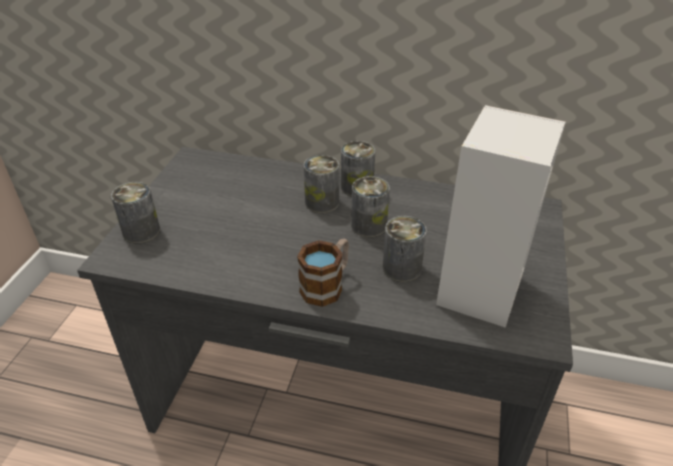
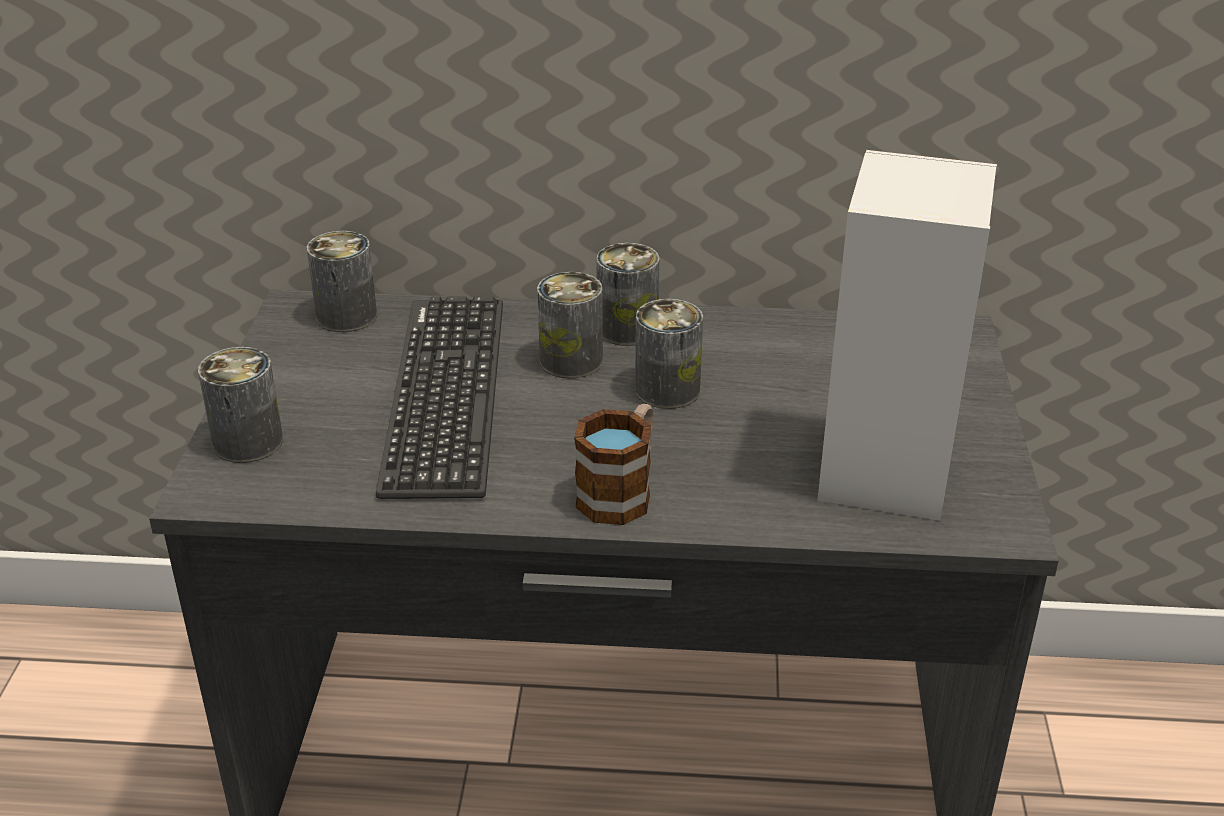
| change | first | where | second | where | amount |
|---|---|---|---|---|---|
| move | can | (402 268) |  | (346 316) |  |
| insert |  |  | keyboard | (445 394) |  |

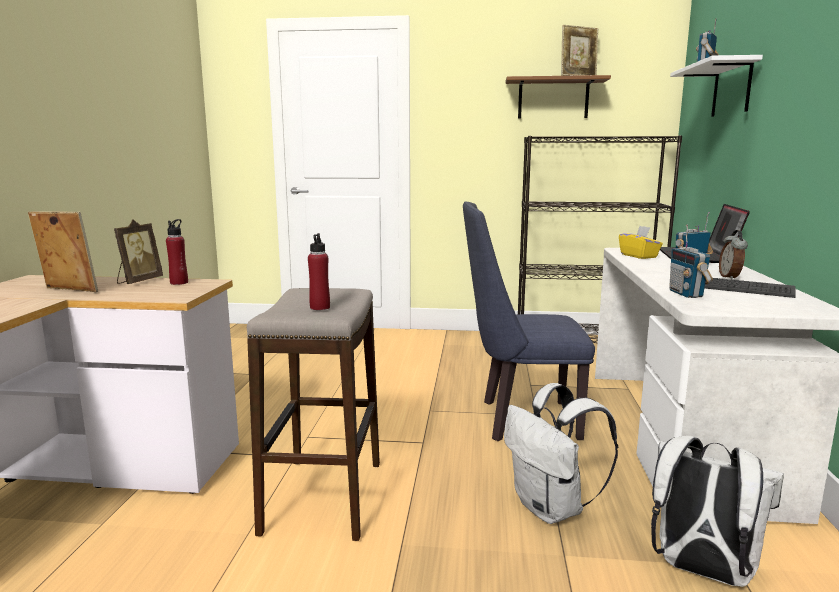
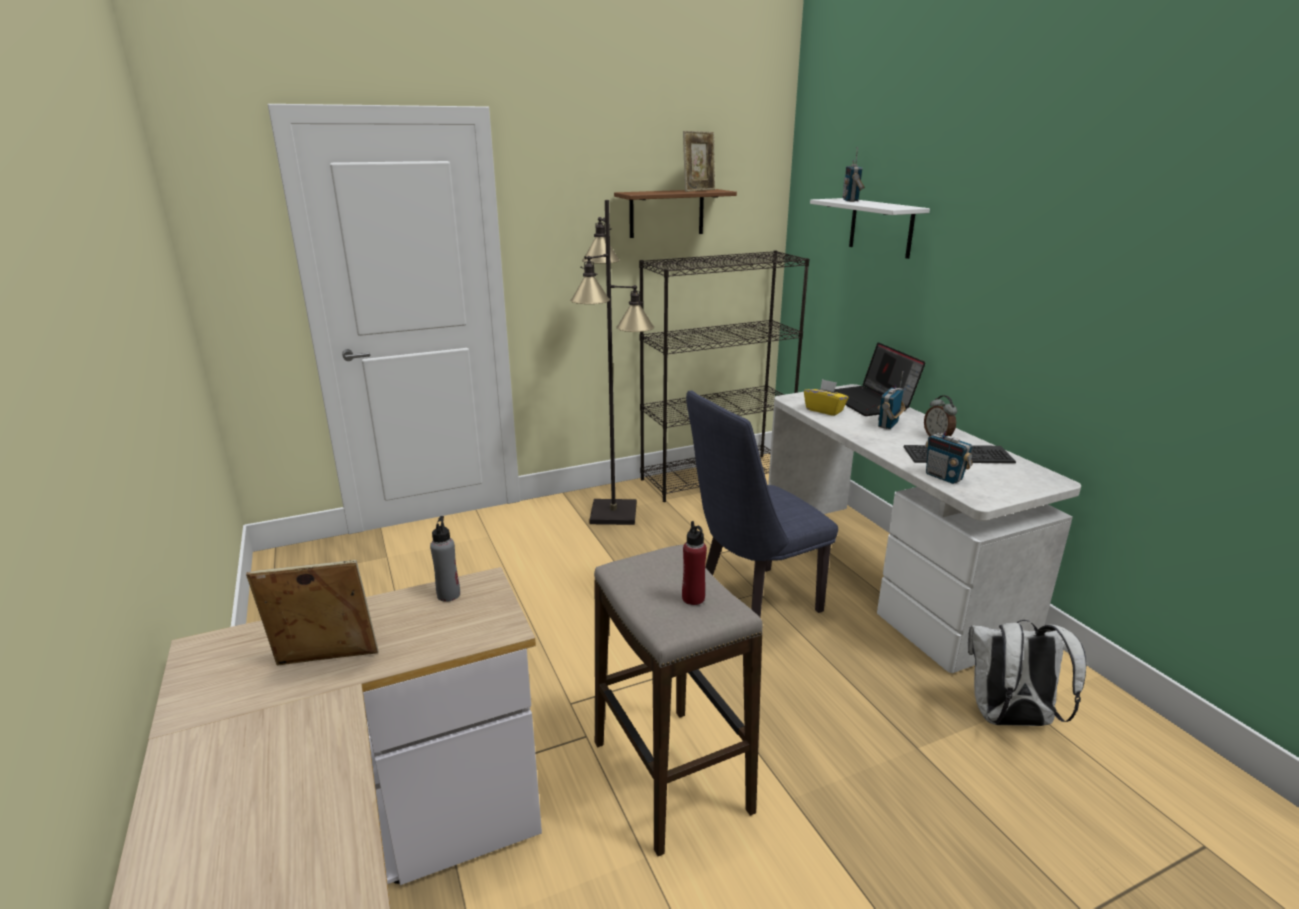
| change | first | where | second | where | amount |
|---|---|---|---|---|---|
| recolor | bottle (red) | (179 283) | bottle (grey) | (448 595) |  |
| delete | picture frame | (138 281) |  |  |  |
| delete | backpack (white) | (551 509) |  |  |  |
| insert |  |  | floor lamp (black) | (614 513) |  |

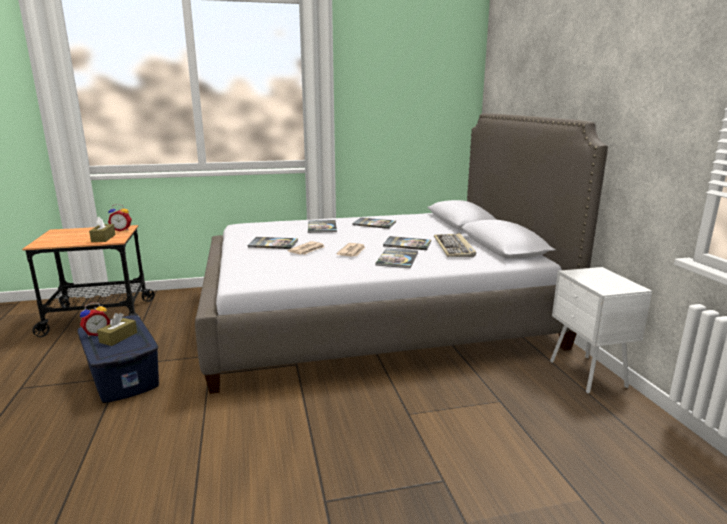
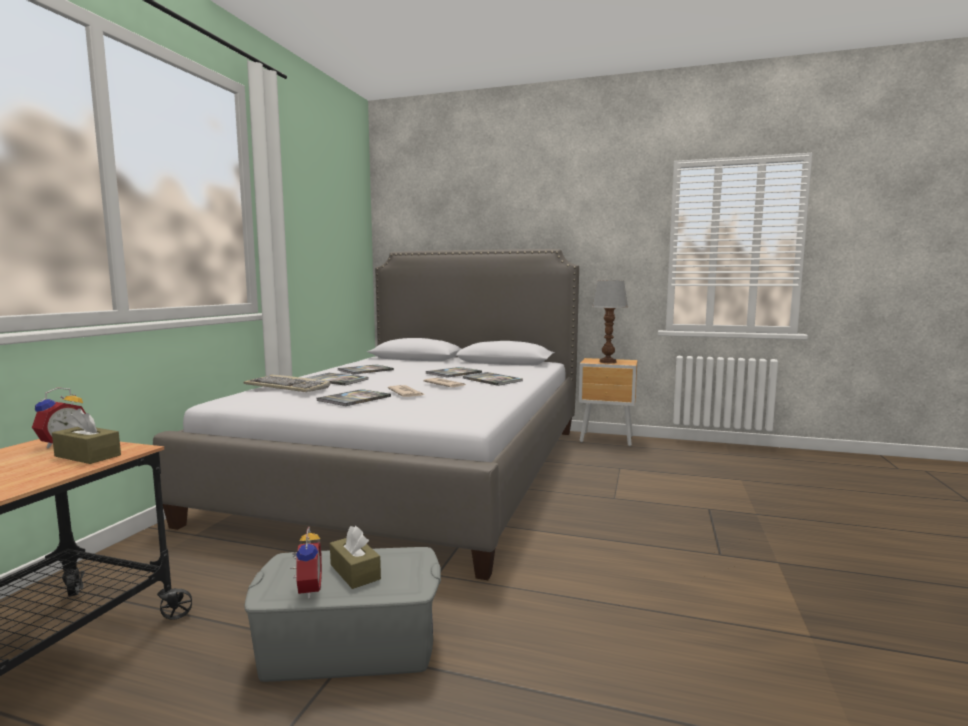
| change | first | where | second | where | amount |
|---|---|---|---|---|---|
| move | keyboard | (454 247) |  | (288 387) |  |
| recolor | nightstand (white) | (587 375) | nightstand (brown) | (607 439) |  |
| recolor | storage box (blue) | (123 375) | storage box (grey) | (350 645) |  |
| insert |  |  | table lamp | (608 362) |  |

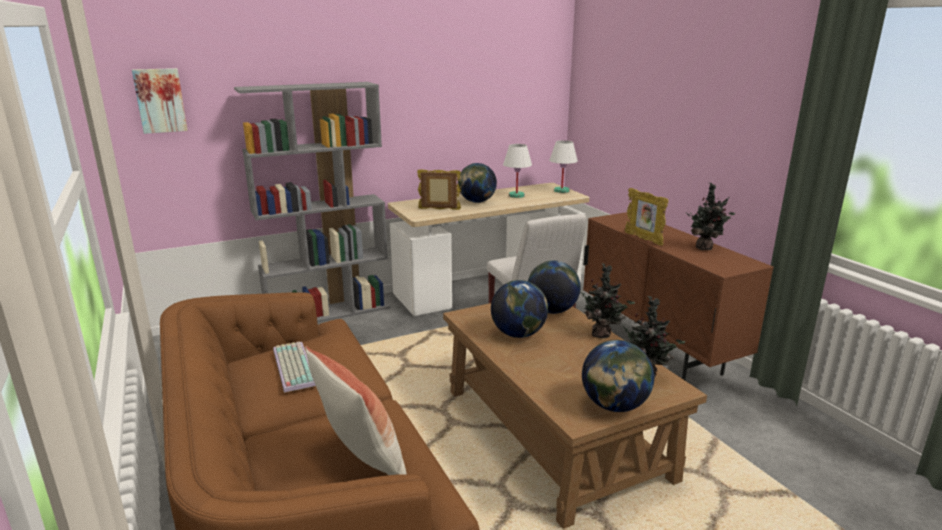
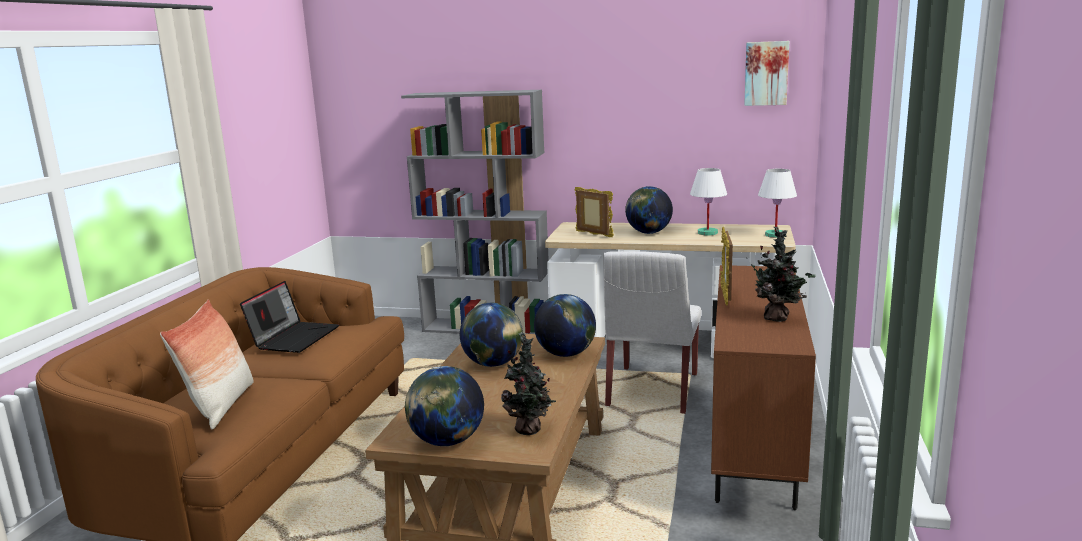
| change | first | where | second | where | amount |
|---|---|---|---|---|---|
| move | picture | (160 100) |  | (766 73) |  |
| delete | potted plant | (602 334) |  |  |  |
| replace | keyboard | (292 366) | laptop | (294 337) |  |

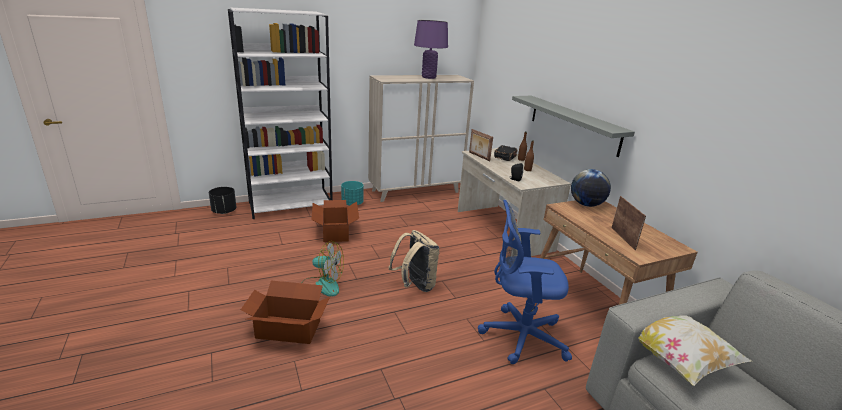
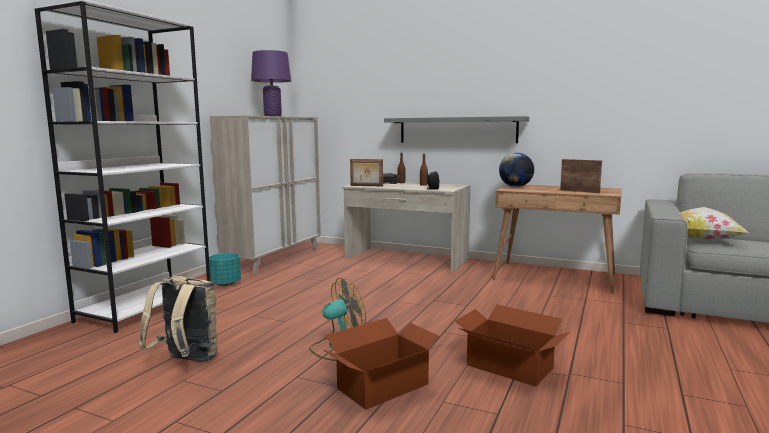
| change | first | where | second | where | amount |
|---|---|---|---|---|---|
| delete | planter (black) | (224 211) |  |  |  |
| move | cardboard box | (335 232) |  | (510 367) |  |
| delete | office chair (blue) | (519 336) |  |  |  |
| move | backpack (beige) | (415 285) |  | (186 361) |  |

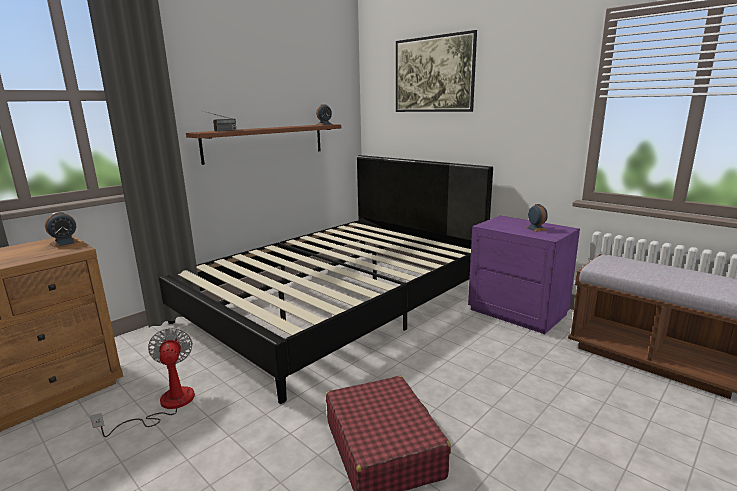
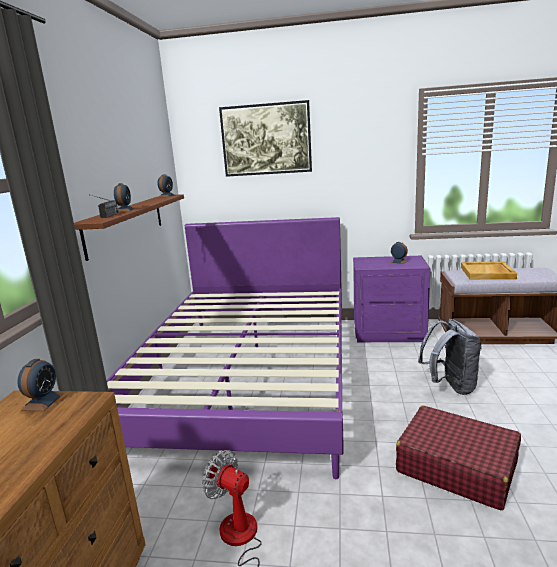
| change | first | where | second | where | amount |
|---|---|---|---|---|---|
| recolor | bed (black) | (337 304) | bed (purple) | (249 376) |  |
| insert |  |  | alarm clock | (124 210) |  |
| insert |  |  | tray (beige) | (487 273) |  |
| insert |  |  | backpack (grey) | (450 386) |  |

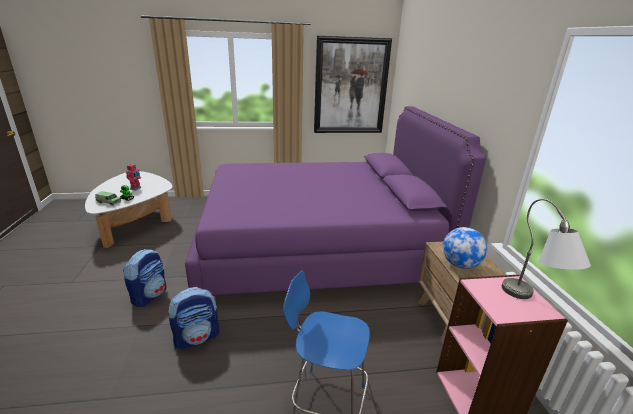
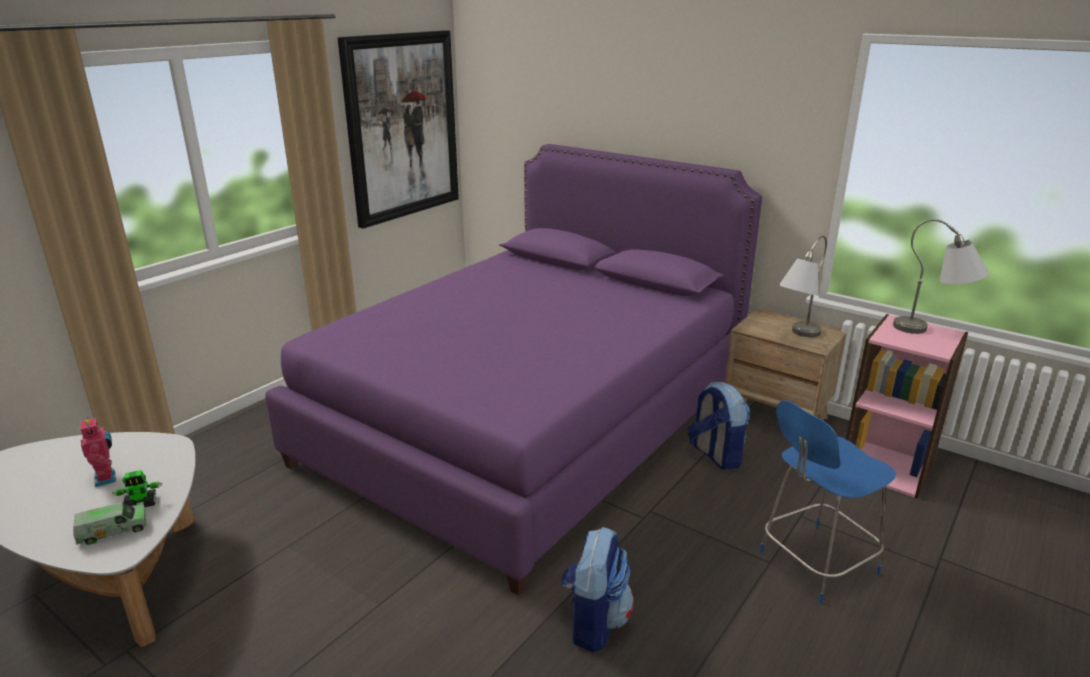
| change | first | where | second | where | amount |
|---|---|---|---|---|---|
| replace | globe | (460 265) | table lamp (grey) | (796 337) |  |
| move | backpack | (149 295) |  | (715 455) |  |

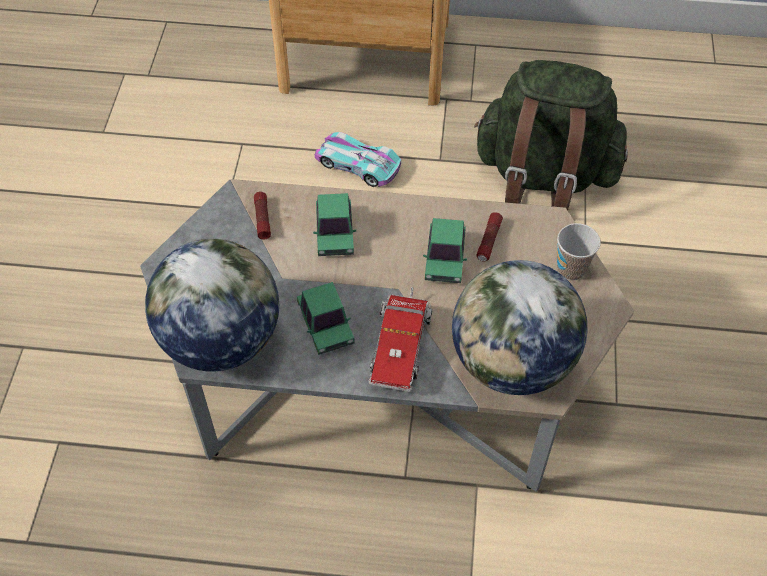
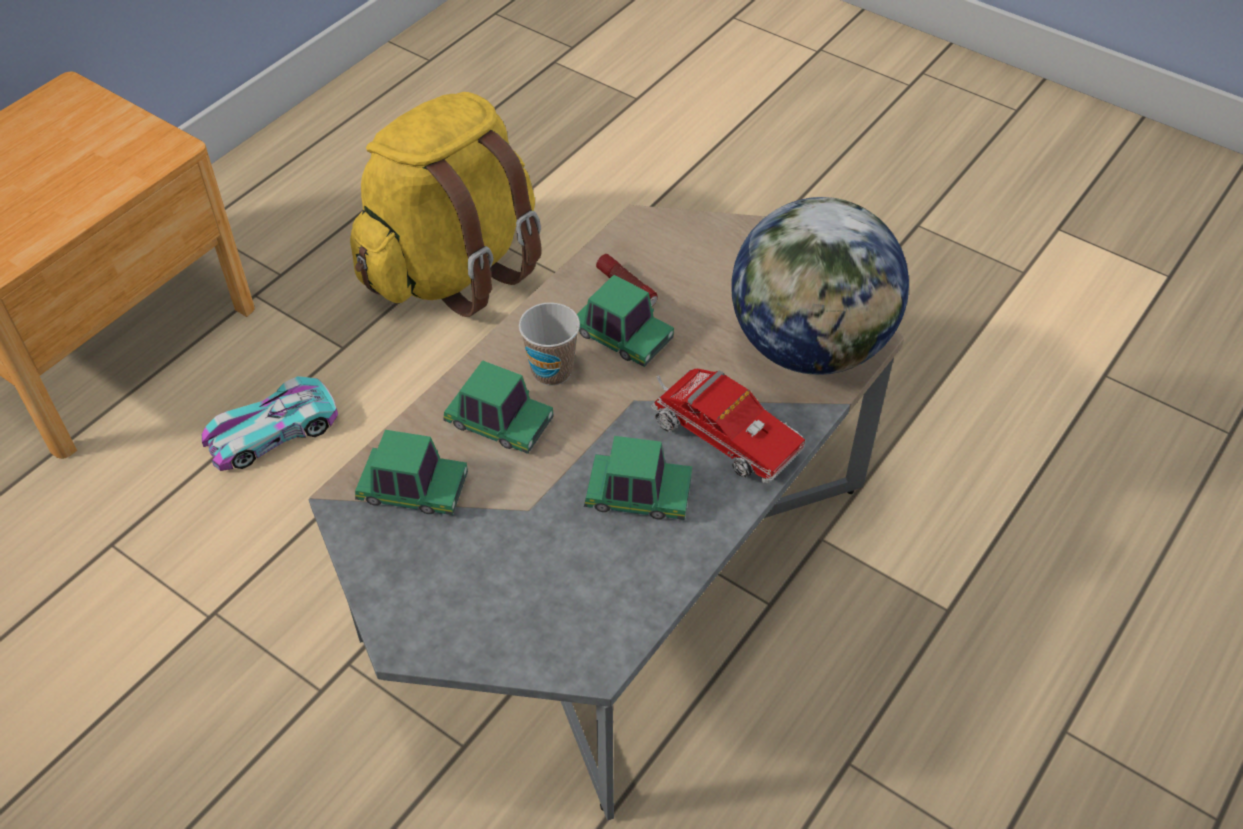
| change | first | where | second | where | amount |
|---|---|---|---|---|---|
| recolor | backpack (green) | (543 176) | backpack (yellow) | (453 269) |  |
| replace | flashlight | (262 219) | toy car | (413 490) |  |
| move | cup | (571 269) |  | (552 371) |  |
| delete | globe | (221 340) |  |  |  |

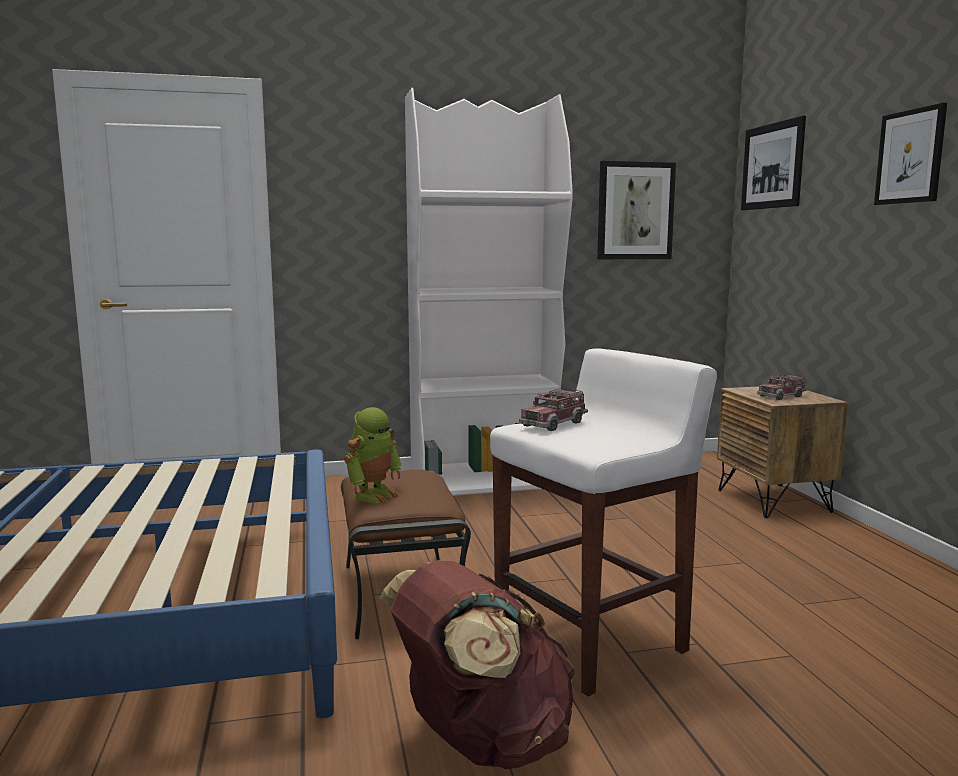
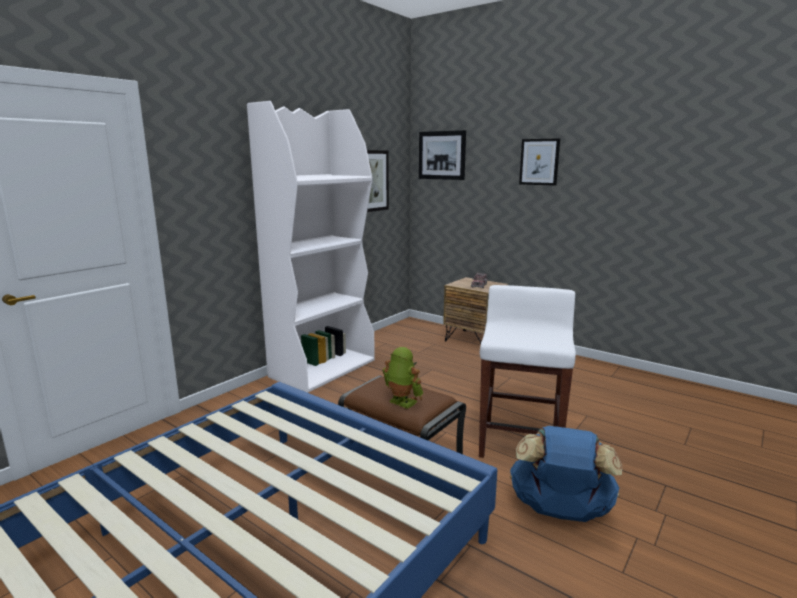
| change | first | where | second | where | amount |
|---|---|---|---|---|---|
| delete | toy truck | (553 423) |  |  |  |
| rotate | toy robot | (373 495) |  | (401 402) | 45 degrees counterclockwise |
| recolor | backpack (brown) | (481 742) | backpack (blue) | (560 512) |  |

